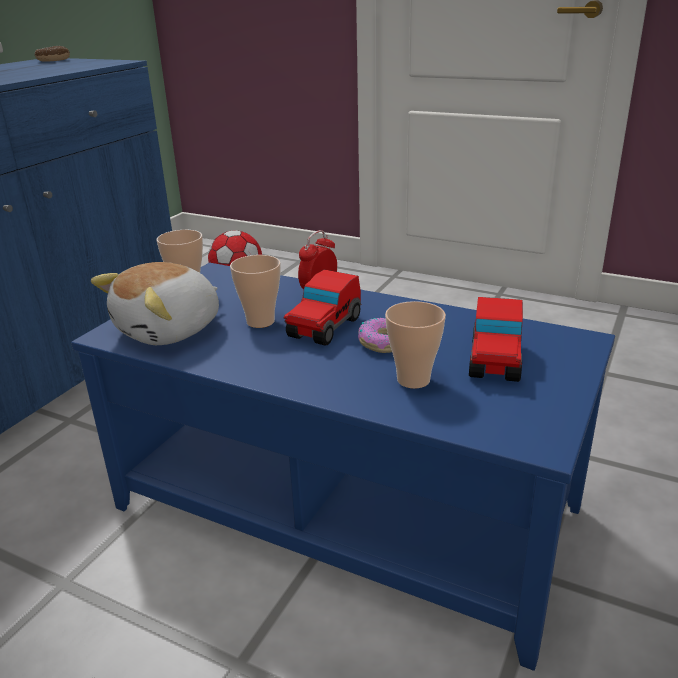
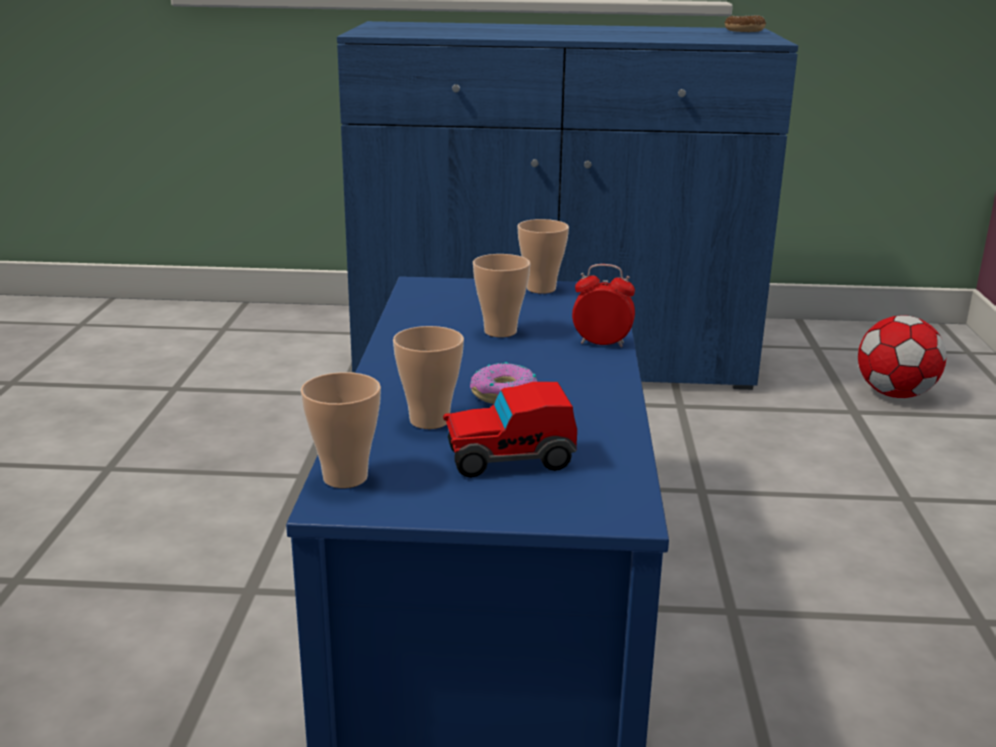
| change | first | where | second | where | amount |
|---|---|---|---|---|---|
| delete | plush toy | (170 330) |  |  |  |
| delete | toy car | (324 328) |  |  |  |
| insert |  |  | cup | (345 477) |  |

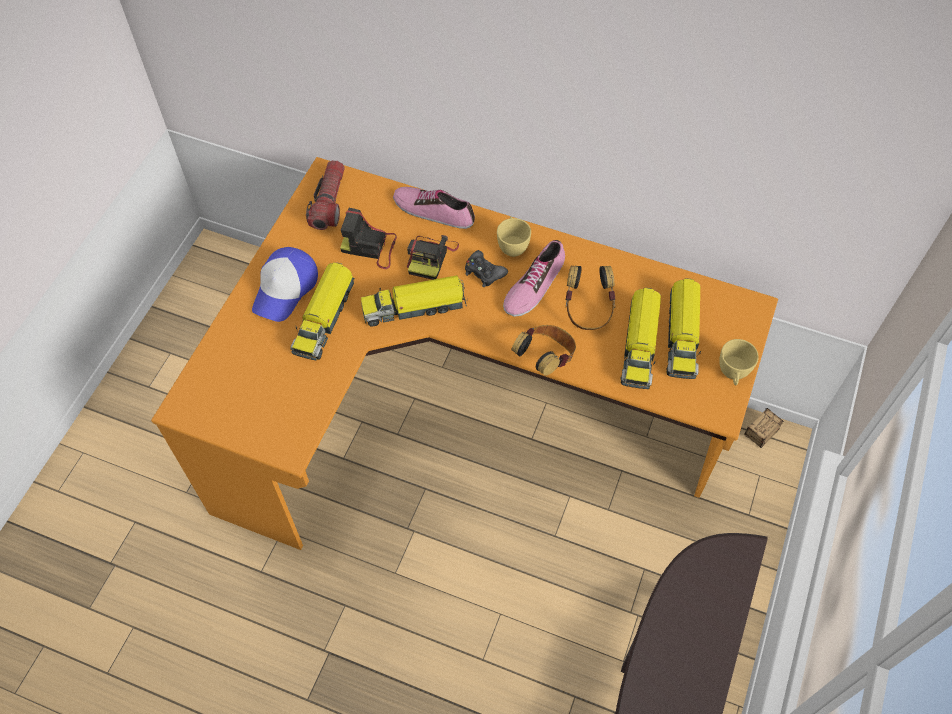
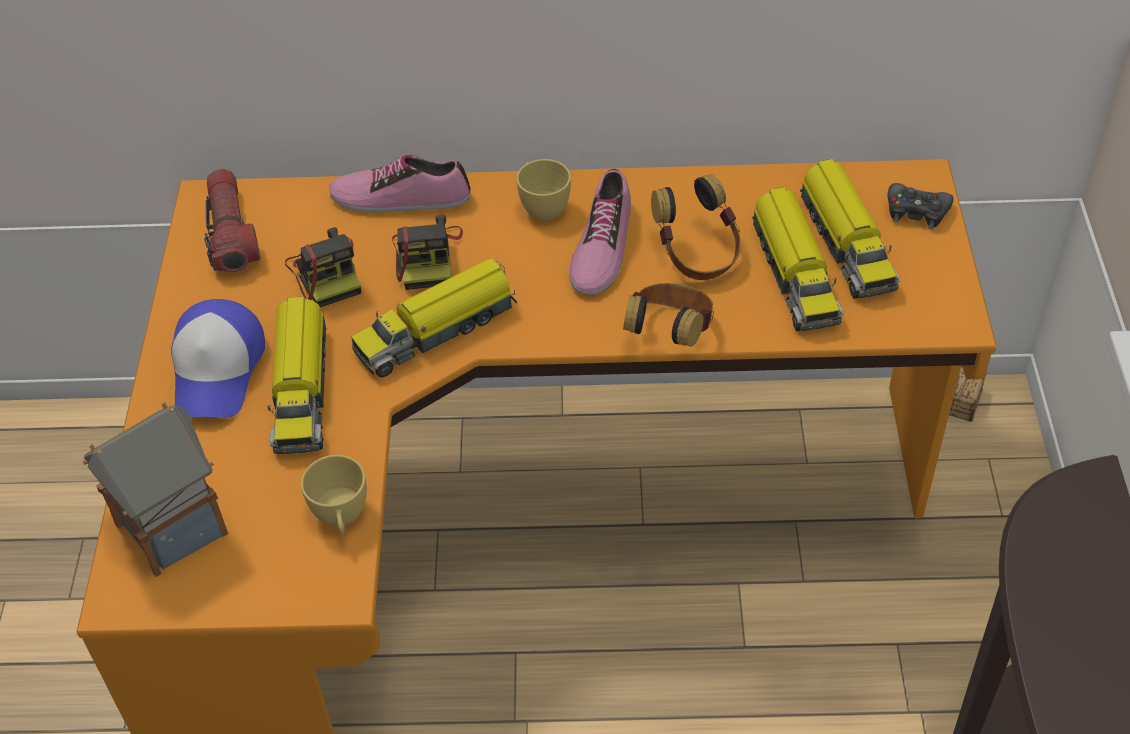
| change | first | where | second | where | amount |
|---|---|---|---|---|---|
| rotate | photo camera | (370 247) |  | (327 273) | 105 degrees counterclockwise |
| move | game controller (black) | (484 272) |  | (916 212) |  |
| move | cup (yellow) | (732 374) |  | (341 518) |  |
| insert |  |  | toy house | (174 526) |  |

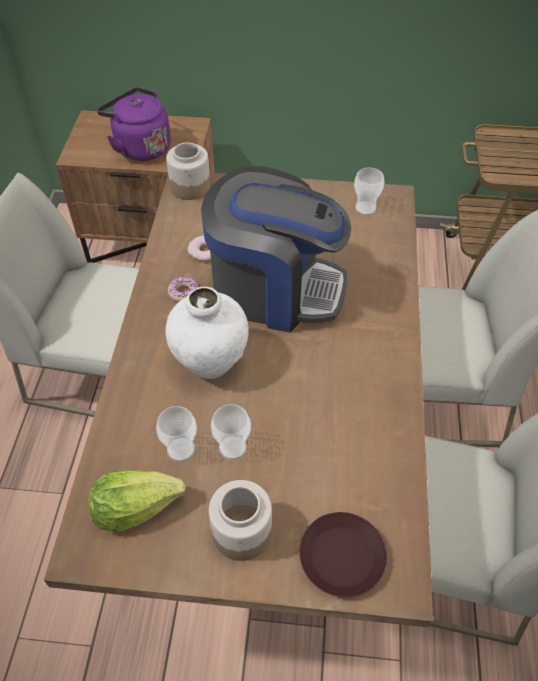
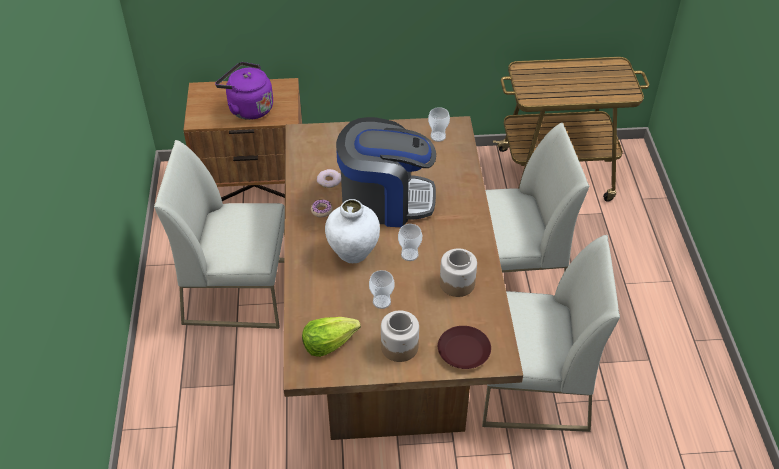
| change | first | where | second | where | amount |
|---|---|---|---|---|---|
| move | jar | (191 187) |  | (457 283) |  |
| move | cup | (181 449) |  | (409 254) |  |

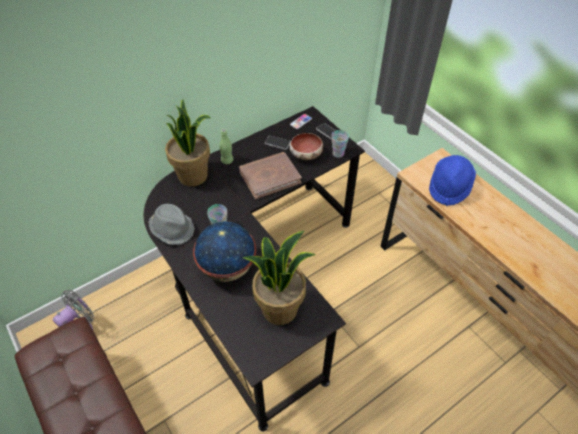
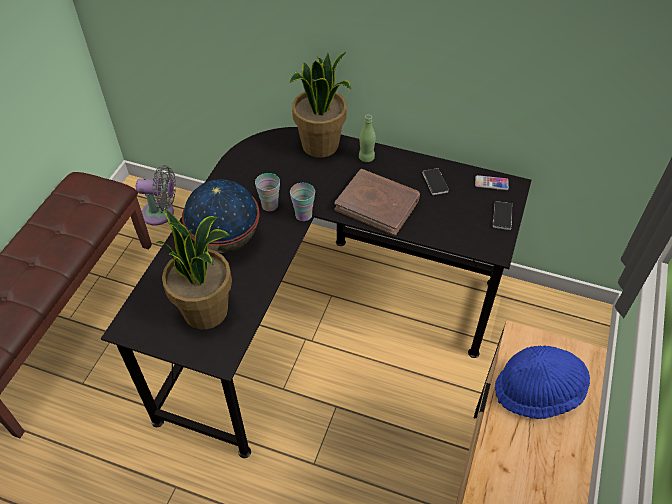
| change | first | where | second | where | amount |
|---|---|---|---|---|---|
| move | cup | (338 153) |  | (303 215) |  |
| delete | bowl | (305 155) |  |  |  |
| delete | hat (grey) | (173 229) |  |  |  |

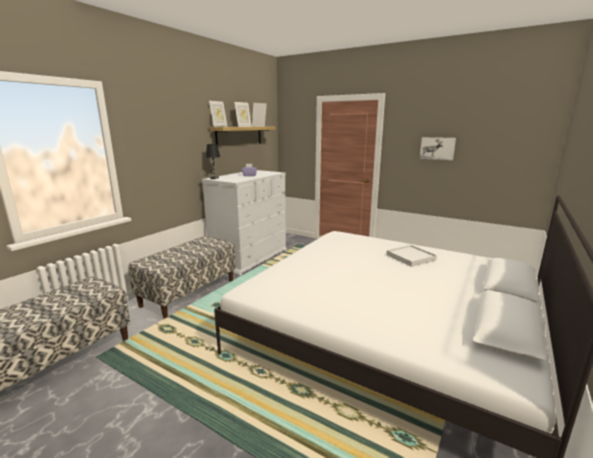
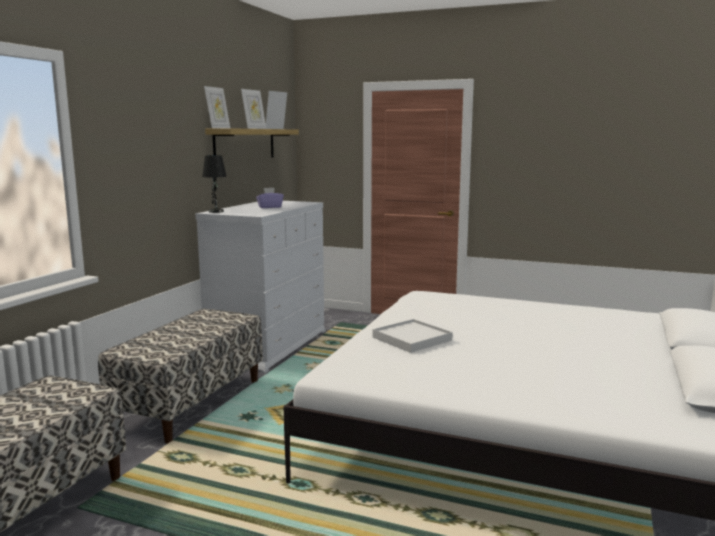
| change | first | where | second | where | amount |
|---|---|---|---|---|---|
| delete | picture | (437 148) |  |  |  |
| move | tray (white) | (410 257) |  | (412 339) |  |

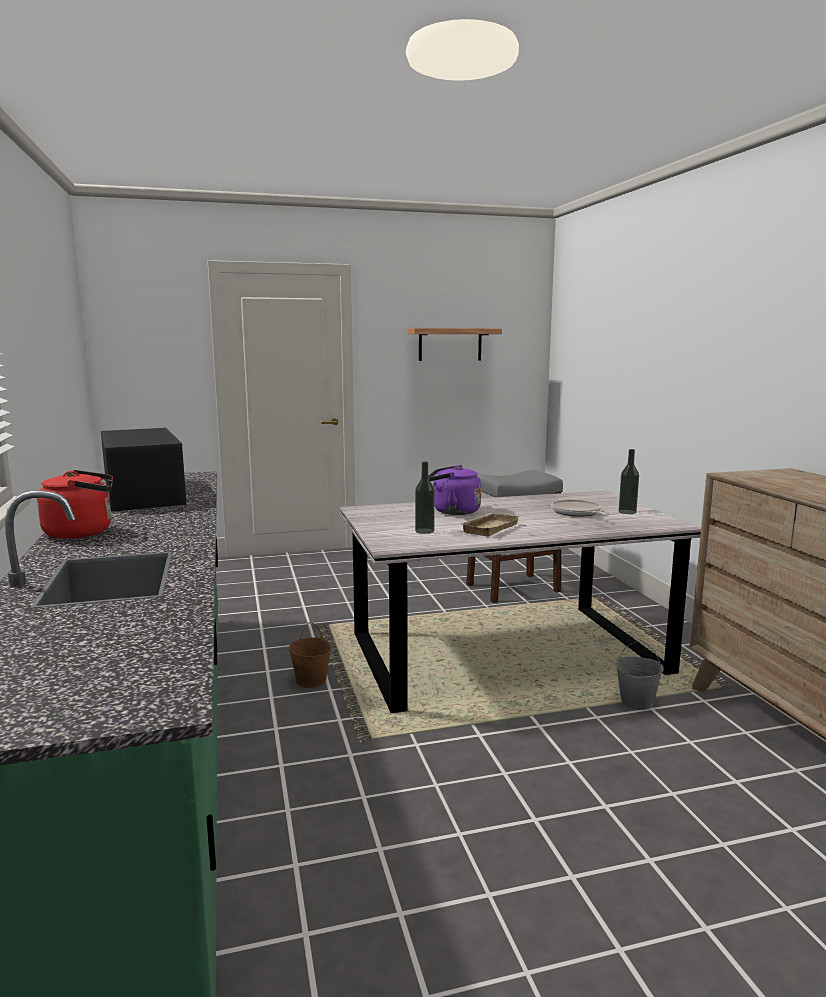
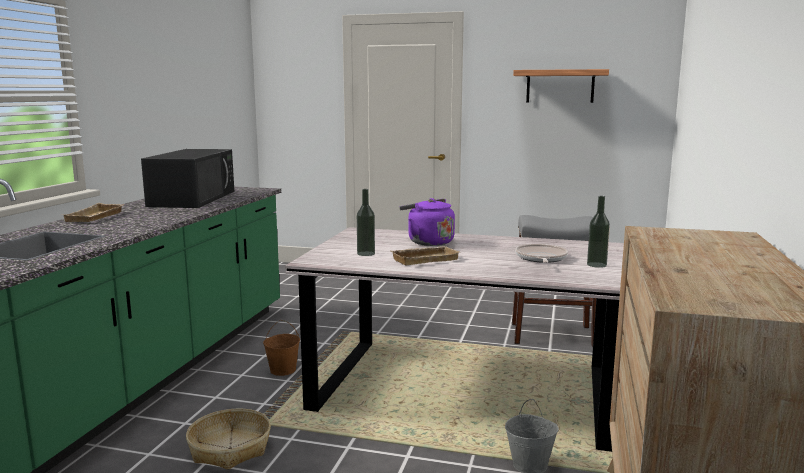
| change | first | where | second | where | amount |
|---|---|---|---|---|---|
| replace | kettle (red) | (83 532) | tray (beige) | (96 217) |  |
| insert |  |  | basket | (229 448) |  |

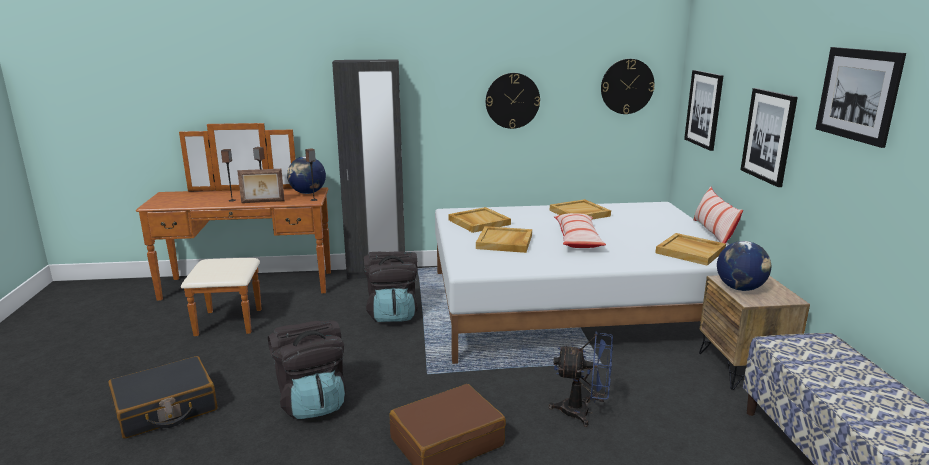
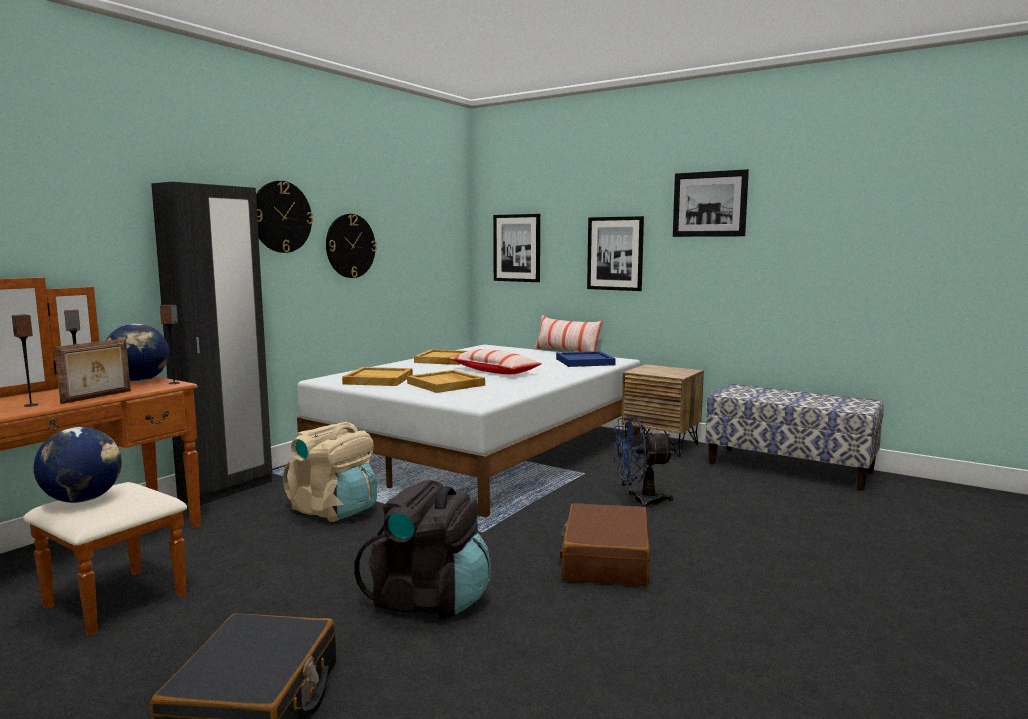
| change | first | where | second | where | amount |
|---|---|---|---|---|---|
| move | wall clock | (627 86) |  | (281 217) |  |
| recolor | tray (beige) | (691 251) | tray (blue) | (585 362) |  |
| move | globe | (740 288) |  | (83 500) |  |
| recolor | backpack (black) | (393 313) | backpack (beige) | (335 510) |  |
| rotate | fan (blue) | (583 412) |  | (640 501) | 150 degrees counterclockwise |

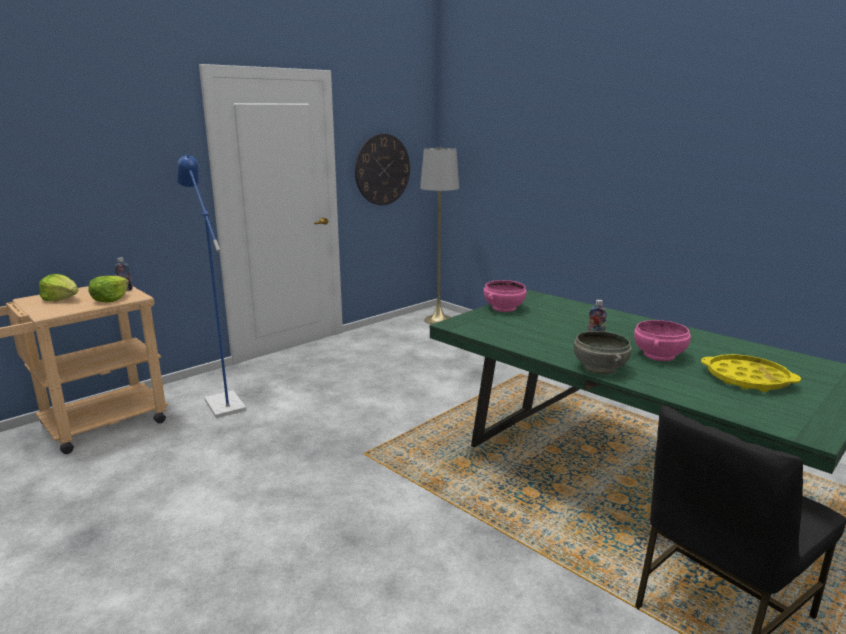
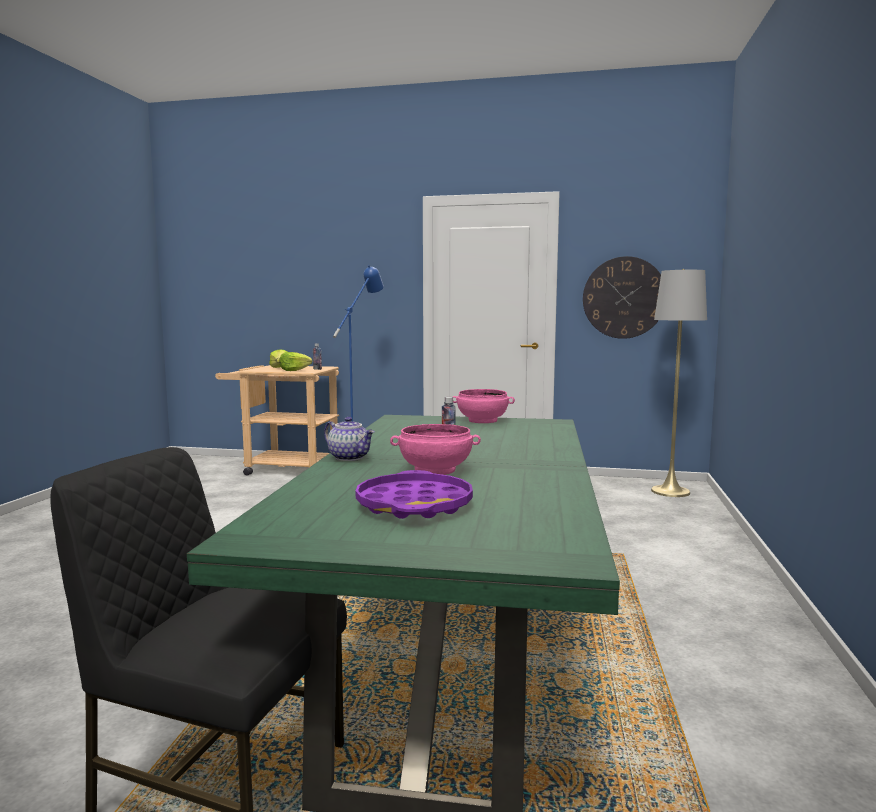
| change | first | where | second | where | amount |
|---|---|---|---|---|---|
| replace | bowl (grey) | (599 368) | teapot | (350 457) |  |
| recolor | tray (yellow) | (747 379) | tray (purple) | (414 505) |  |

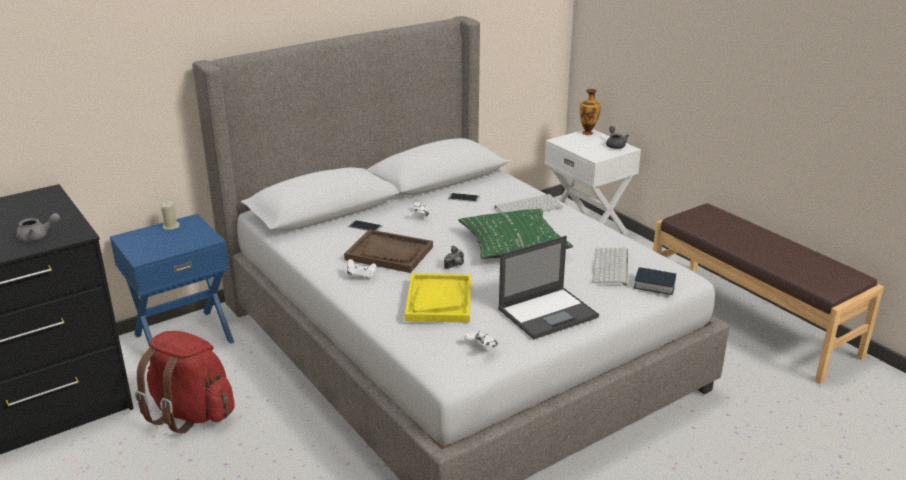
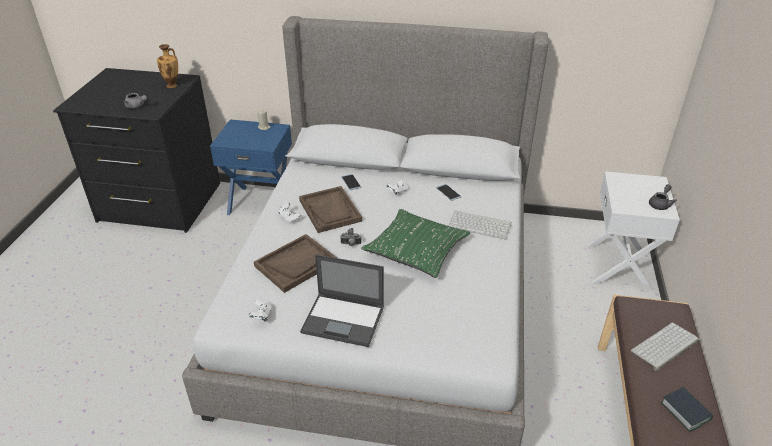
| change | first | where | second | where | amount |
|---|---|---|---|---|---|
| move | vase | (588 133) |  | (172 85) |  |
| move | keyboard | (611 267) |  | (665 347) |  |
| move | book | (654 285) |  | (685 411) |  |
| recolor | tray (yellow) | (439 300) | tray (brown) | (296 264) |  |
| delete | backpack (red) | (191 413) |  |  |  |

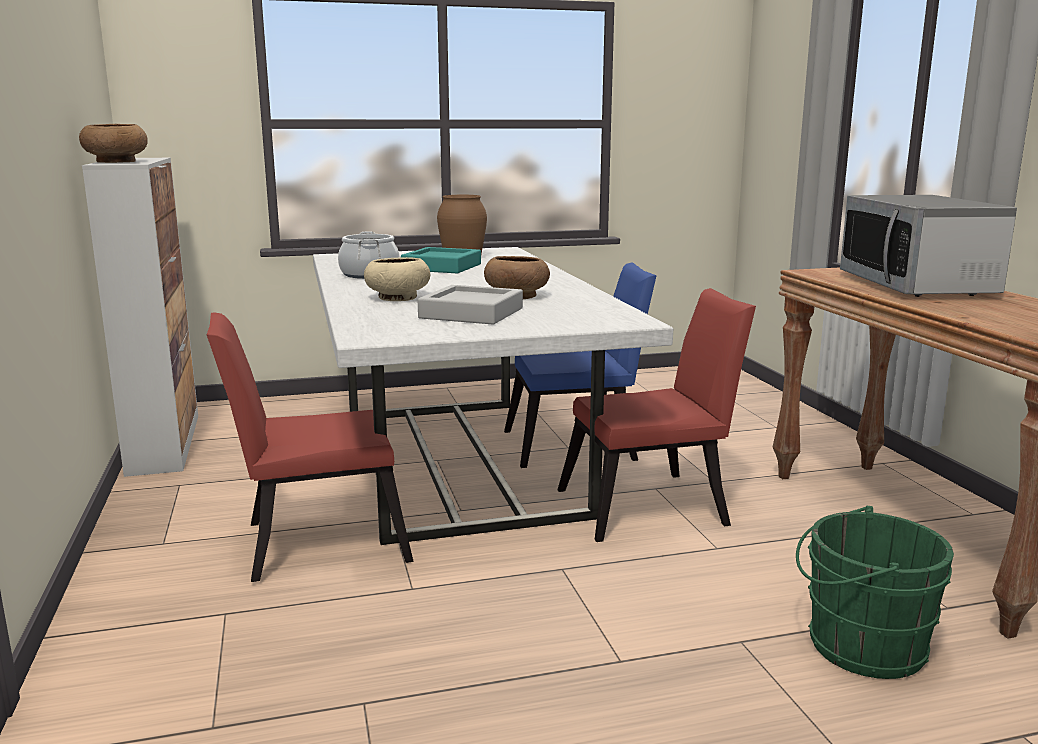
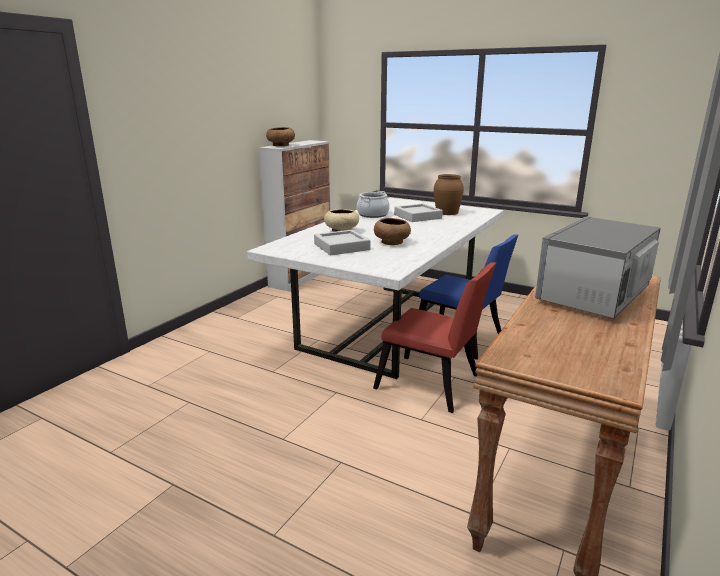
| change | first | where | second | where | amount |
|---|---|---|---|---|---|
| recolor | tray (turquoise) | (441 267) | tray (grey) | (417 216) |  |
| delete | chair (red) | (314 542) |  |  |  |
| delete | bucket (green) | (858 645) |  |  |  |

